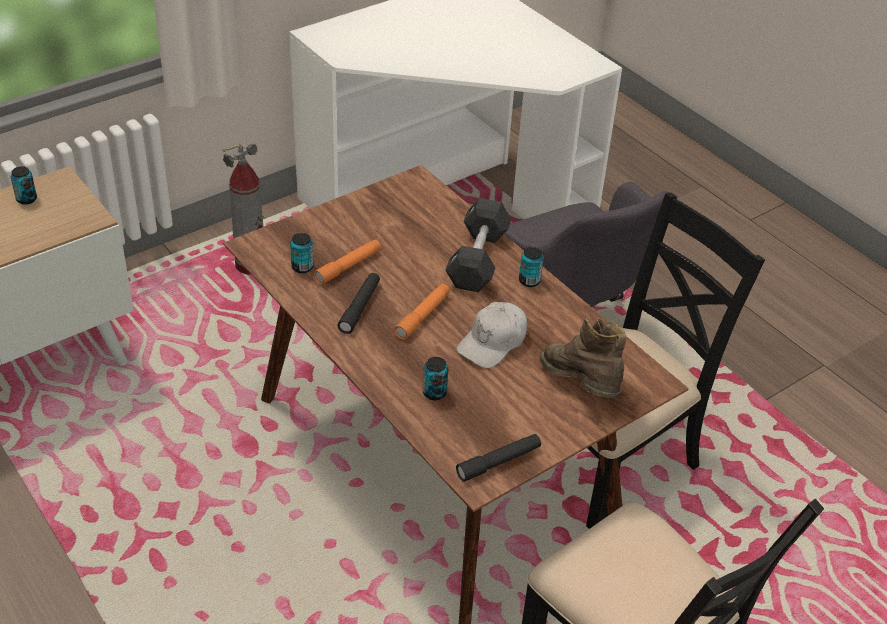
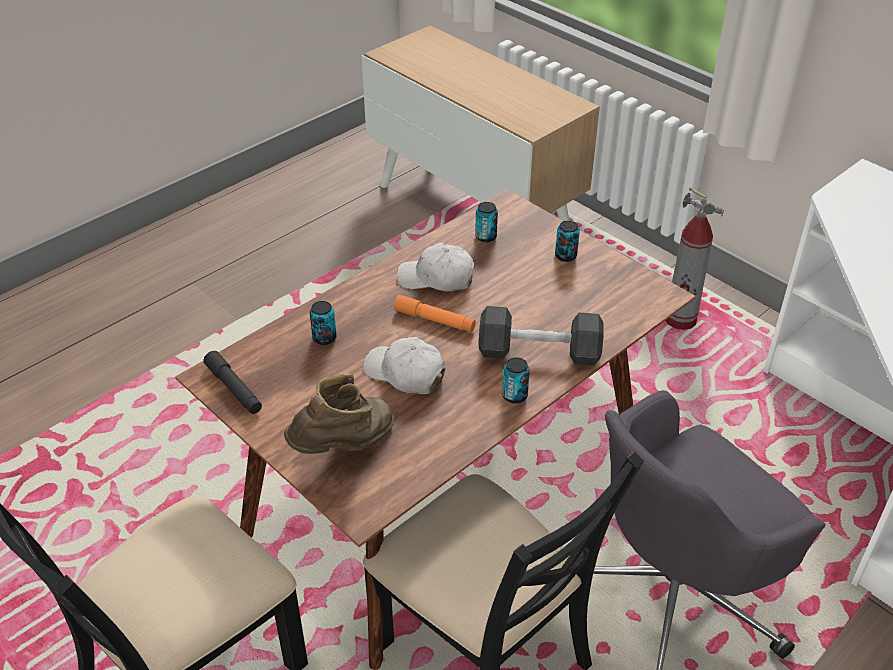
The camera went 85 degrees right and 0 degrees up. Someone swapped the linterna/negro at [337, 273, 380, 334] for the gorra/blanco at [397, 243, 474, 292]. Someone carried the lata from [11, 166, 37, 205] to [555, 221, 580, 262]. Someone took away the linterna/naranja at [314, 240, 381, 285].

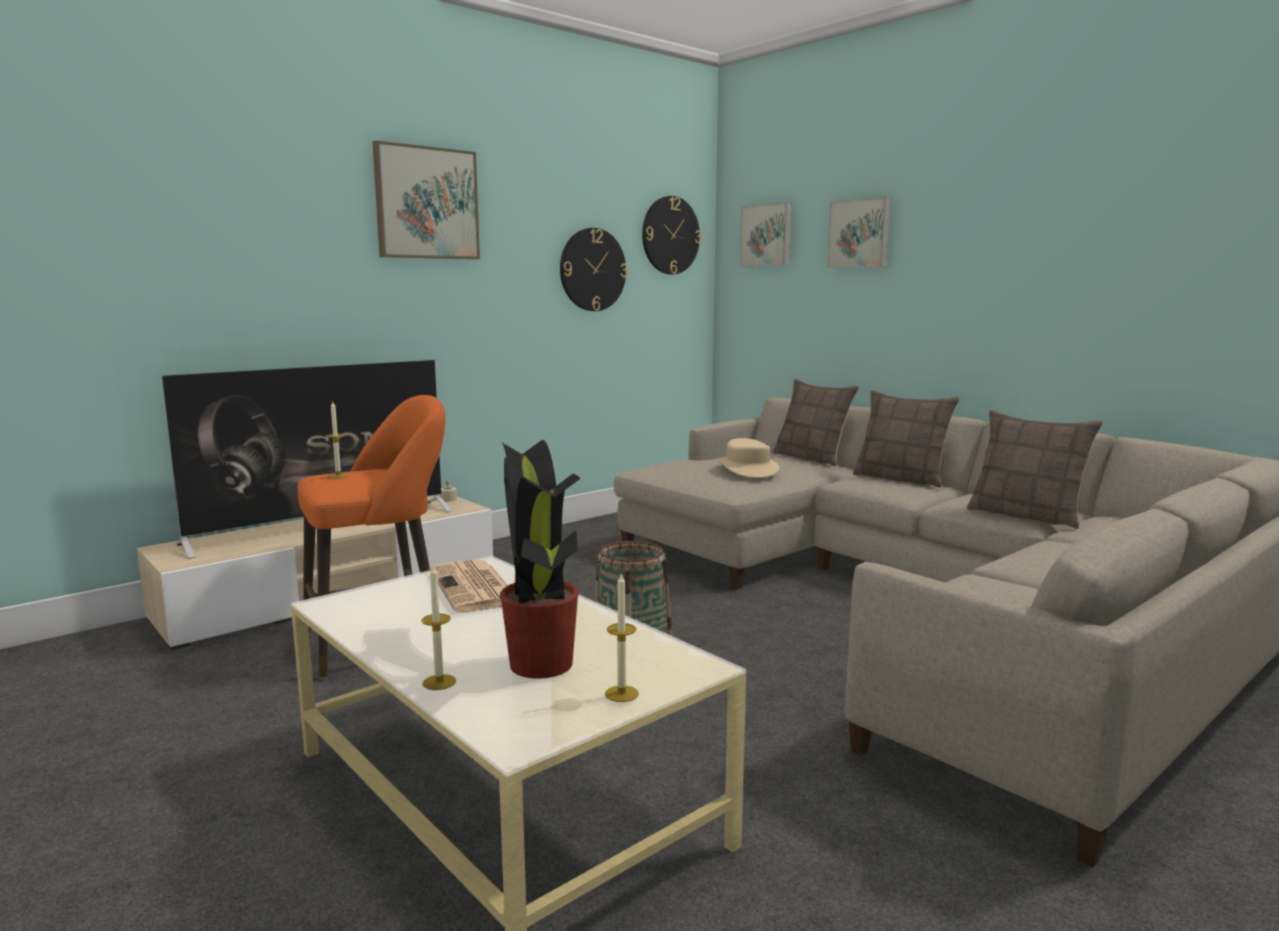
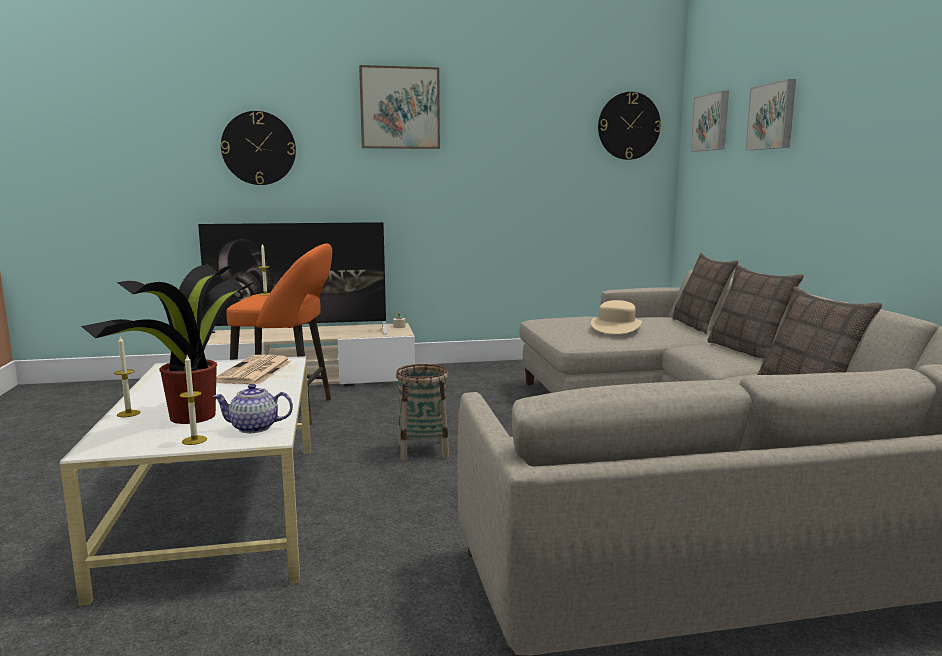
The camera went 30 degrees right and 0 degrees up. Someone put down the tetera at [212, 384, 293, 433]. Someone carried the reloj de pared from [560, 228, 627, 311] to [221, 111, 296, 185].

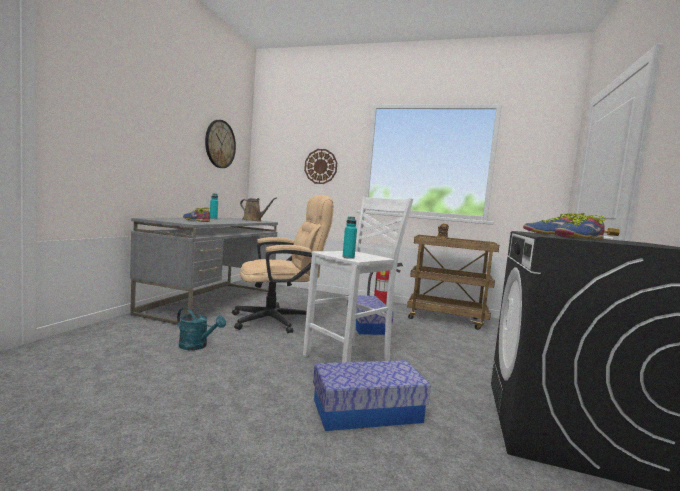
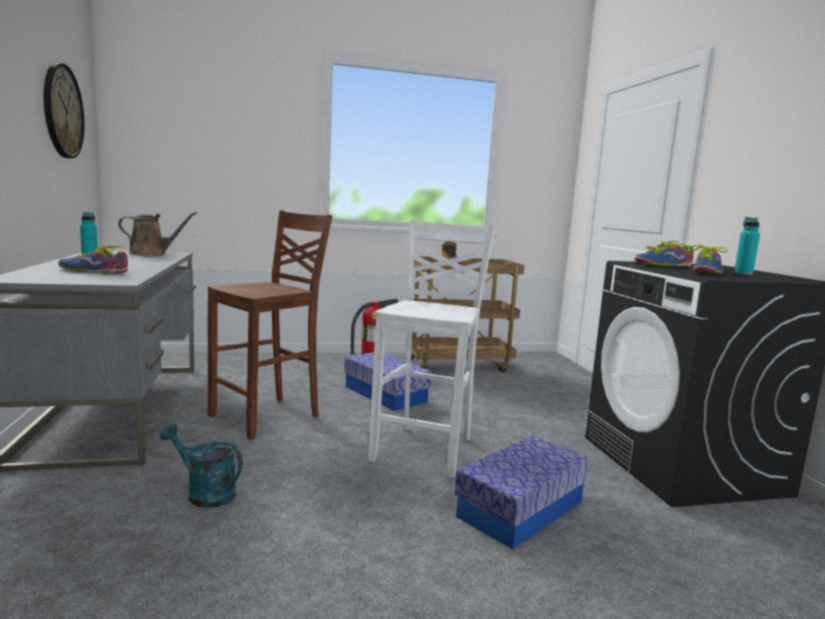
The camera went 30 degrees left and 5 degrees up. Someone rotated the regadera/turquesa at [177, 308, 226, 350] by 150 degrees counterclockwise. Someone swapped the silla de oficina/beis at [232, 195, 334, 333] for the taburete/marrón at [208, 210, 332, 440]. Someone carried the botella/turquesa from [343, 216, 357, 259] to [734, 217, 760, 275]. Someone took away the reloj de pared at [304, 149, 337, 184].

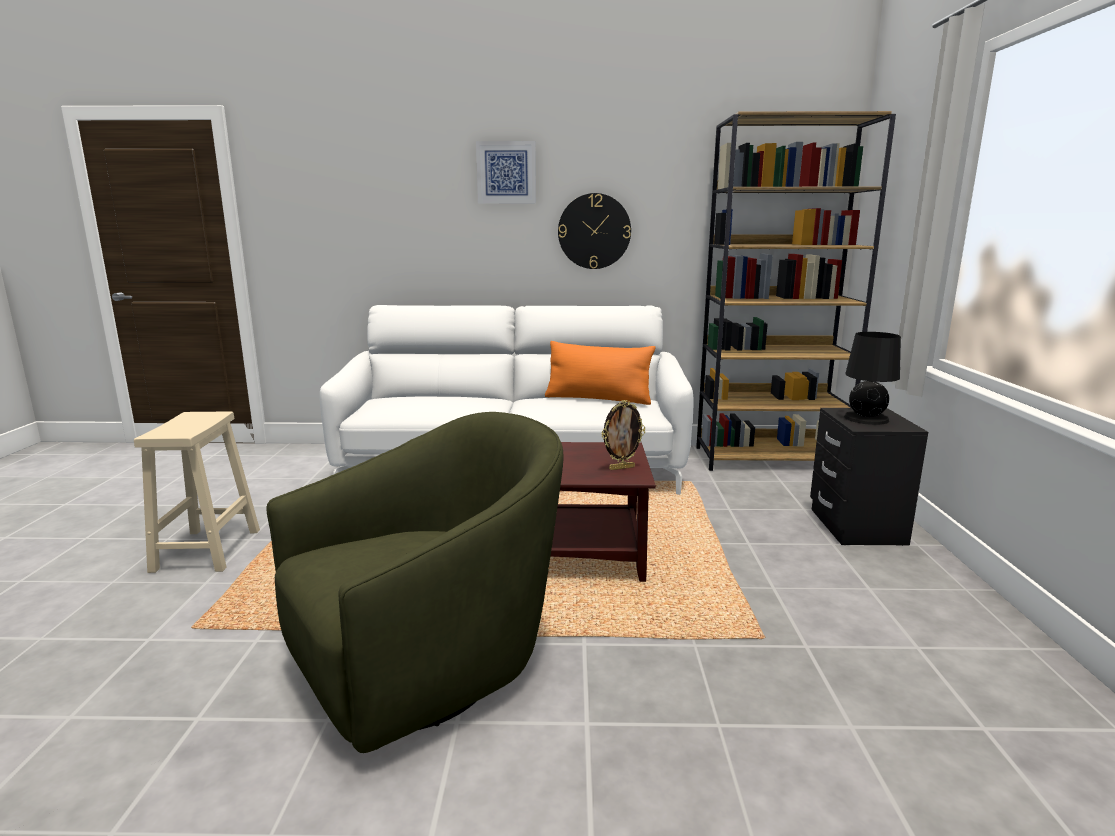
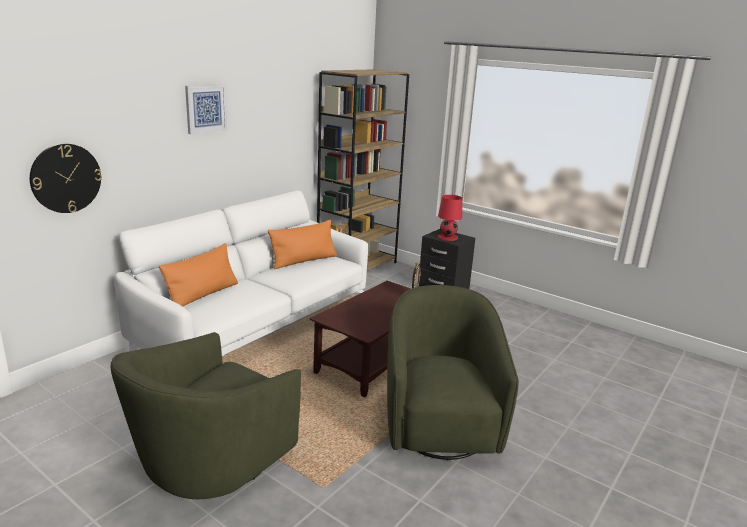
The camera went 55 degrees left and 5 degrees up. Someone carried the reloj de pared from [558, 193, 631, 269] to [30, 143, 102, 213]. Someone swapped the taburete/beis at [134, 412, 260, 573] for the sillón/verde at [110, 332, 301, 499]. Someone put down the cojín/naranja at [159, 243, 238, 306]. Someone repainted the lámpara de mesa/negro at [844, 332, 901, 425], which became the lámpara de mesa/rojo at [438, 195, 462, 241].

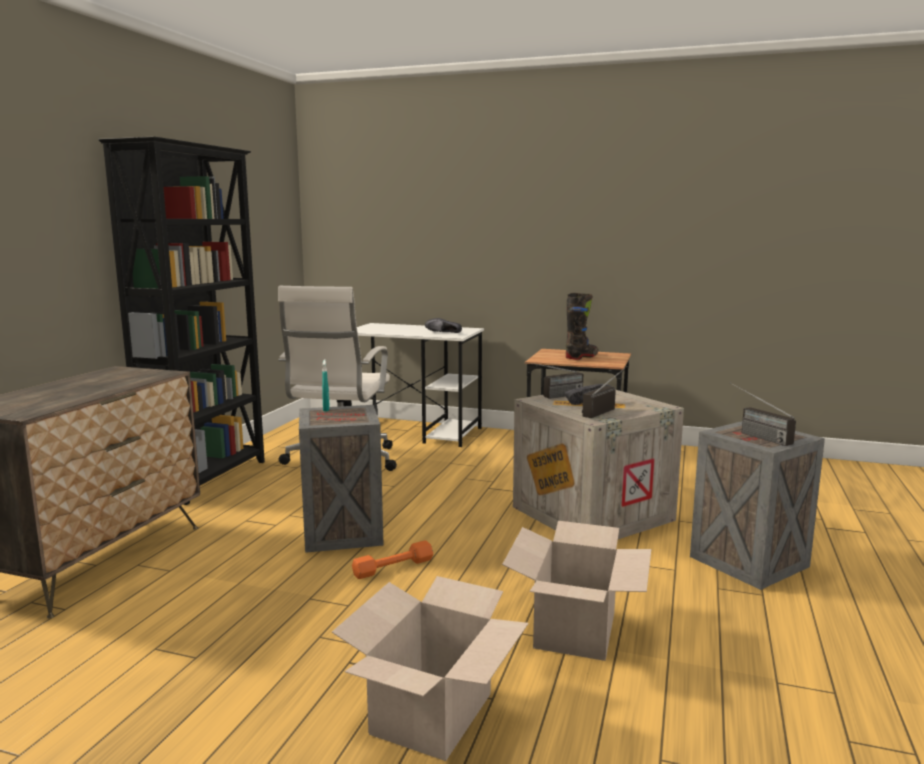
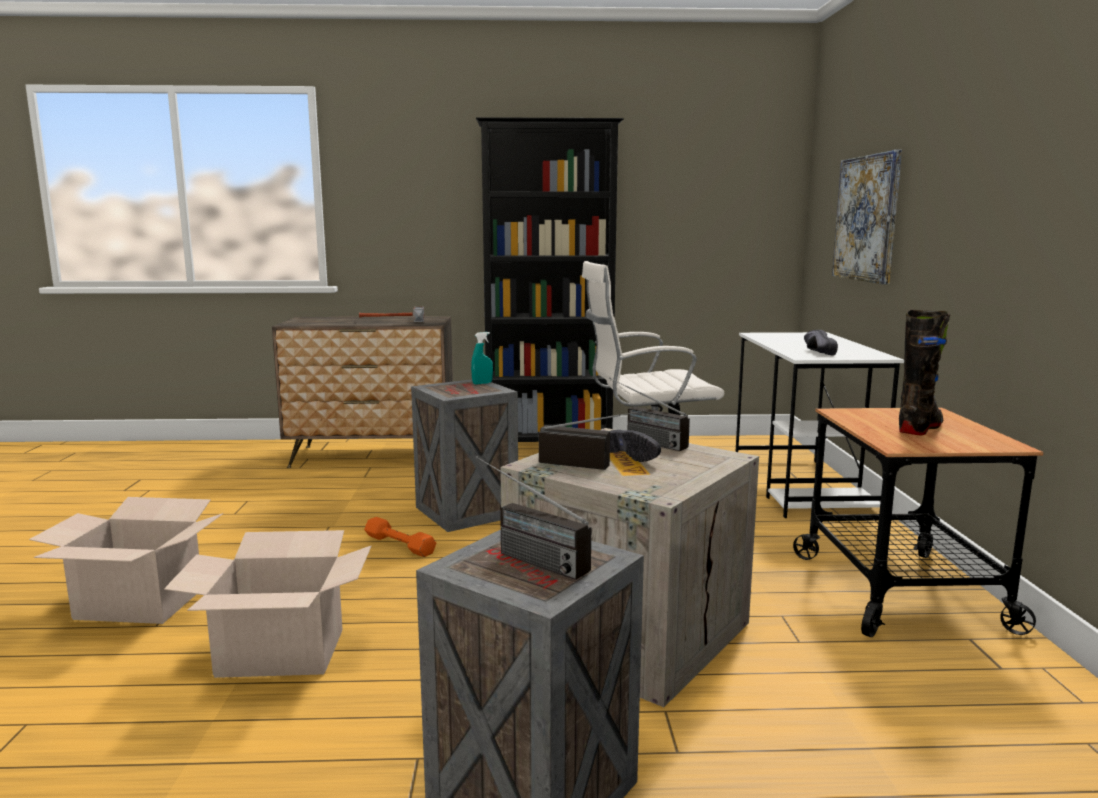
The camera went 70 degrees right and 0 degrees up. Someone put down the martillo at [359, 307, 424, 322]. Someone rotated the radio at [730, 382, 796, 446] by 90 degrees counterclockwise. Someone put up the cuadro at [832, 150, 902, 284]. Someone rotated the bota/negro at [566, 293, 599, 360] by 75 degrees counterclockwise.

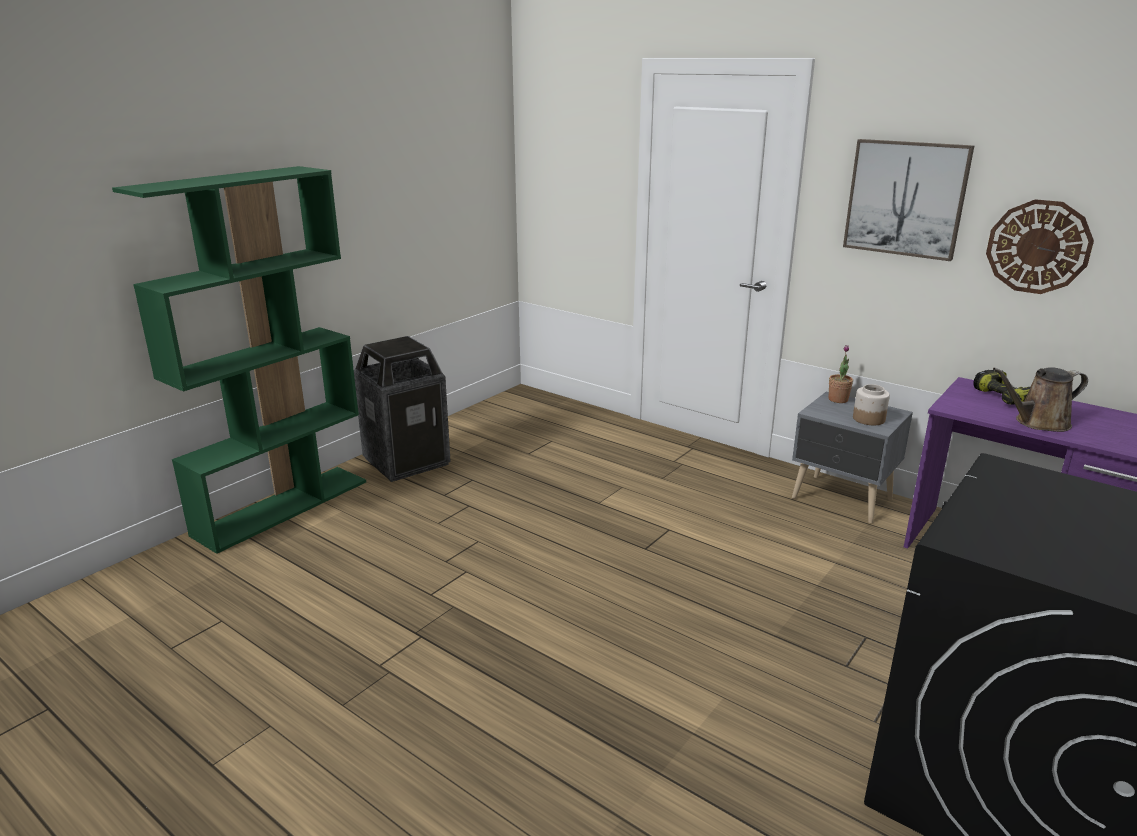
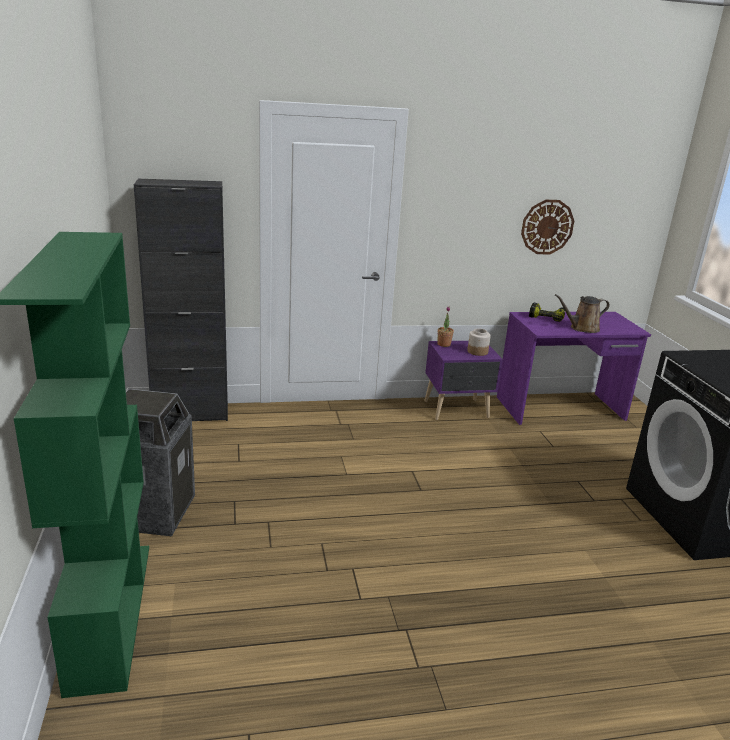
The camera went 50 degrees left and 0 degrees up. Someone put down the armario/negro at [134, 179, 228, 421]. Someone repainted the mesita de noche/gris at [792, 392, 913, 523], which became the mesita de noche/morado at [424, 341, 503, 420]. Someone rotated the regadera/marrón at [993, 367, 1088, 432] by 45 degrees clockwise. Someone took away the cuadro at [843, 139, 974, 261].

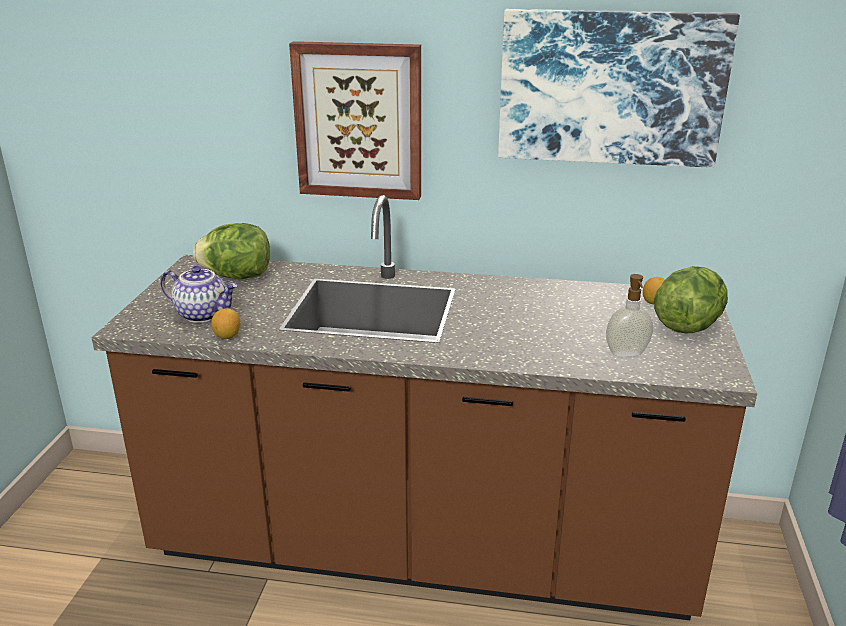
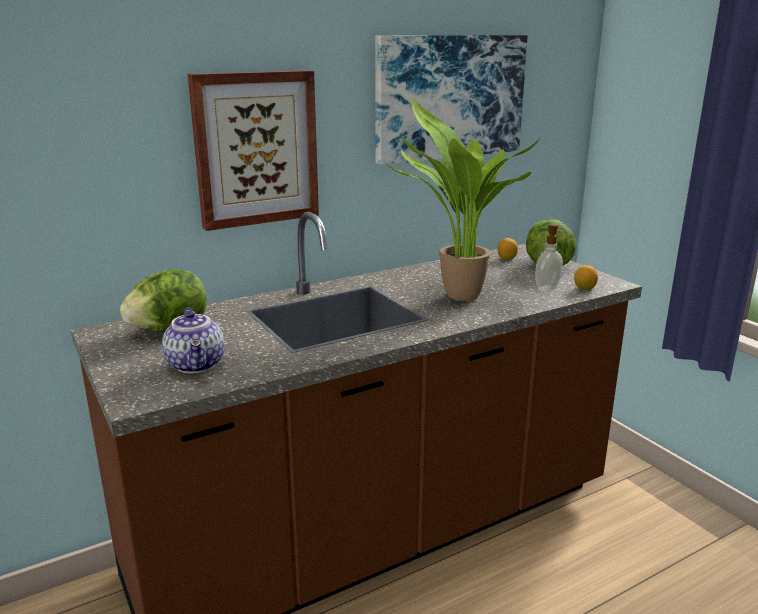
The camera went 40 degrees left and 5 degrees down. Someone rotated the tetera at [160, 266, 238, 323] by 90 degrees clockwise. Someone put down the planta en maceta at [387, 99, 541, 301]. Someone carried the limón from [211, 308, 240, 339] to [574, 265, 598, 290].

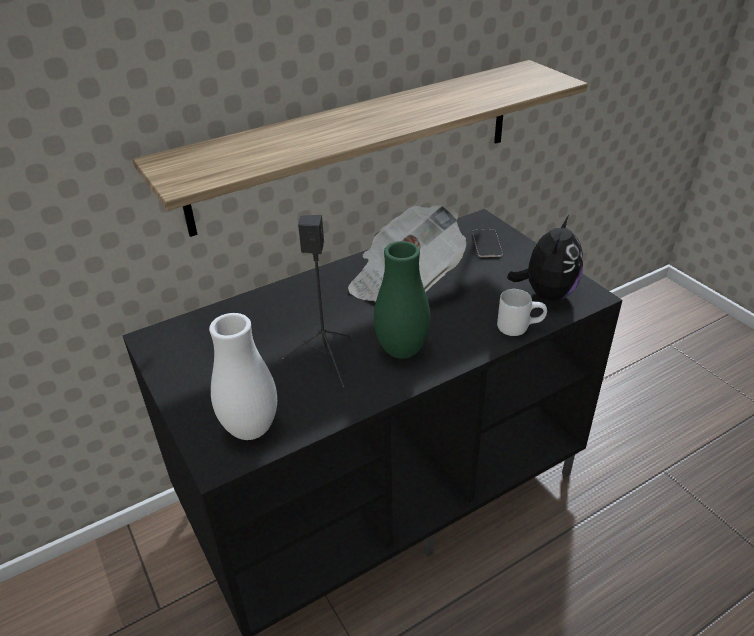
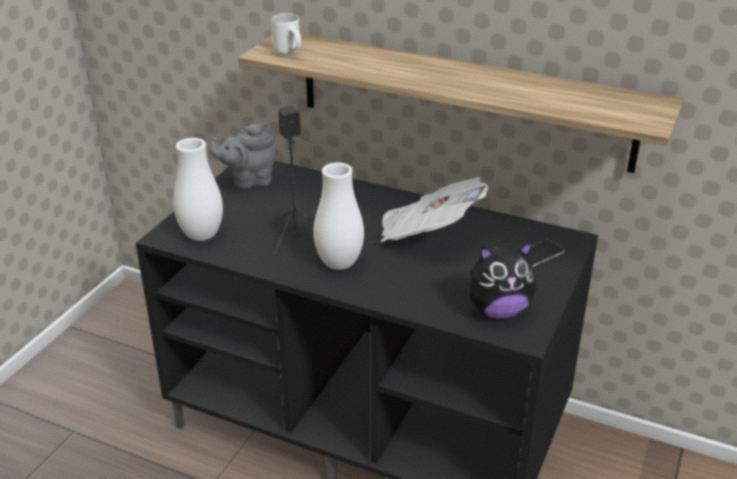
The camera went 55 degrees right and 5 degrees down. Someone put down the tetera/gris at [209, 123, 277, 189]. Someone carried the taza grande/blanco from [497, 289, 547, 336] to [272, 13, 301, 55]. Someone repainted the florero/verde at [374, 241, 431, 359], which became the florero/blanco at [313, 162, 364, 270].

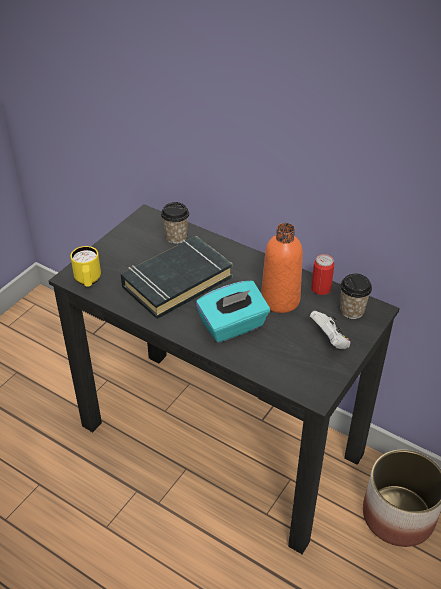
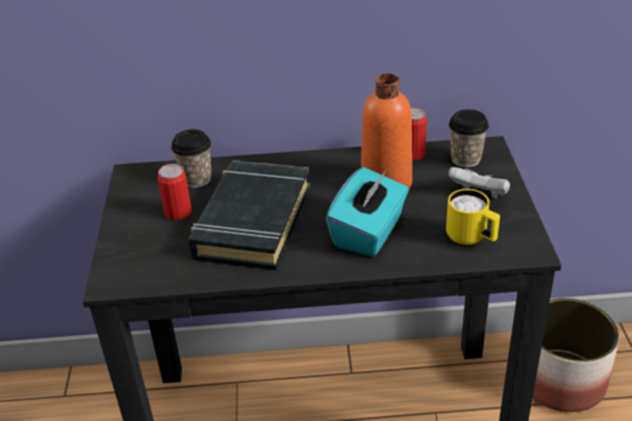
The camera went 35 degrees left and 5 degrees down. Someone put down the lata at [158, 164, 192, 221]. Someone carried the taza grande/amarillo from [70, 246, 101, 287] to [446, 189, 500, 247].

